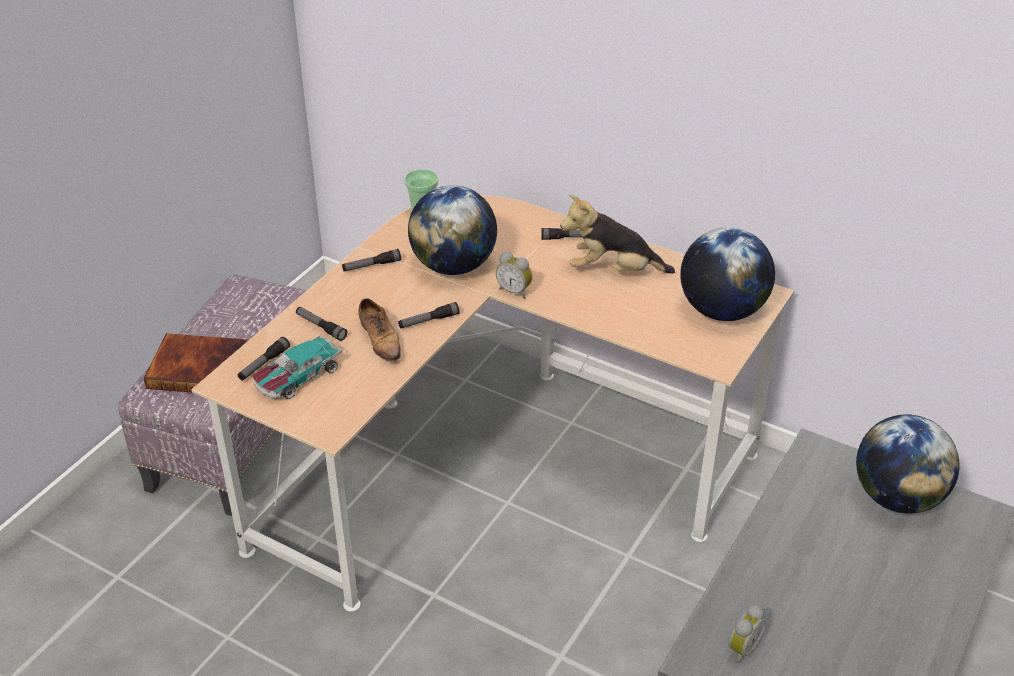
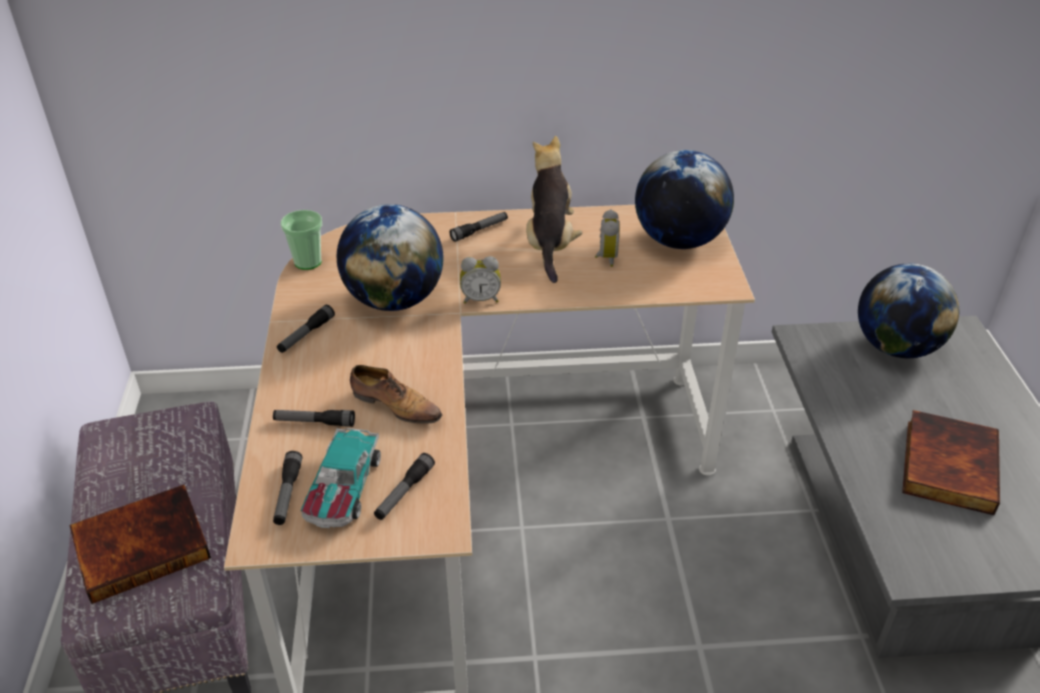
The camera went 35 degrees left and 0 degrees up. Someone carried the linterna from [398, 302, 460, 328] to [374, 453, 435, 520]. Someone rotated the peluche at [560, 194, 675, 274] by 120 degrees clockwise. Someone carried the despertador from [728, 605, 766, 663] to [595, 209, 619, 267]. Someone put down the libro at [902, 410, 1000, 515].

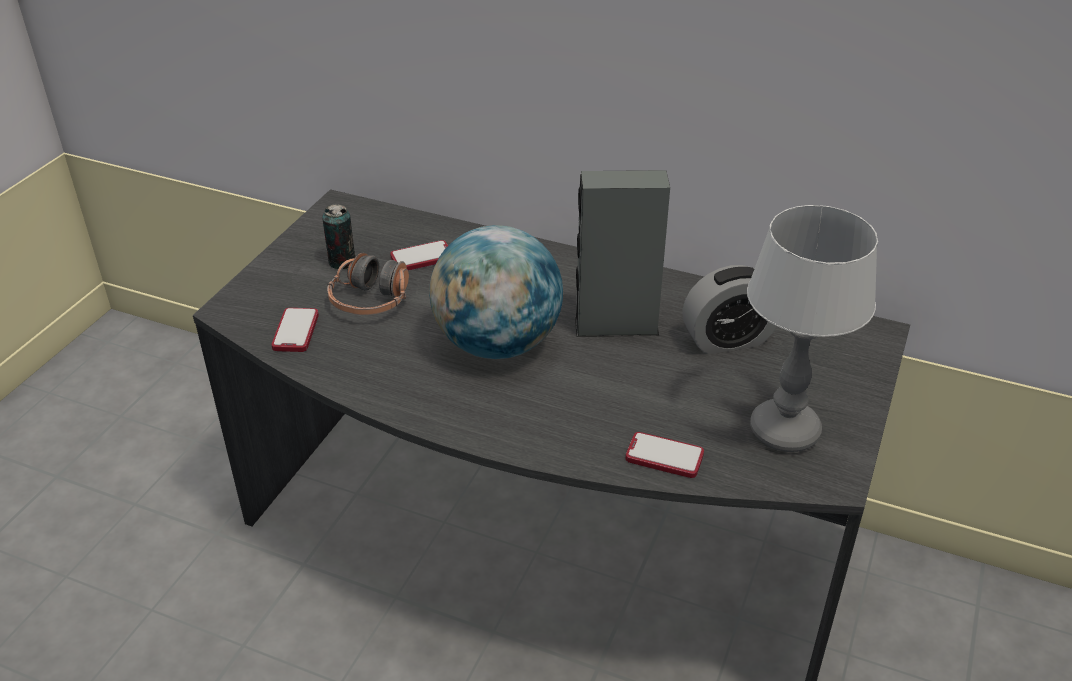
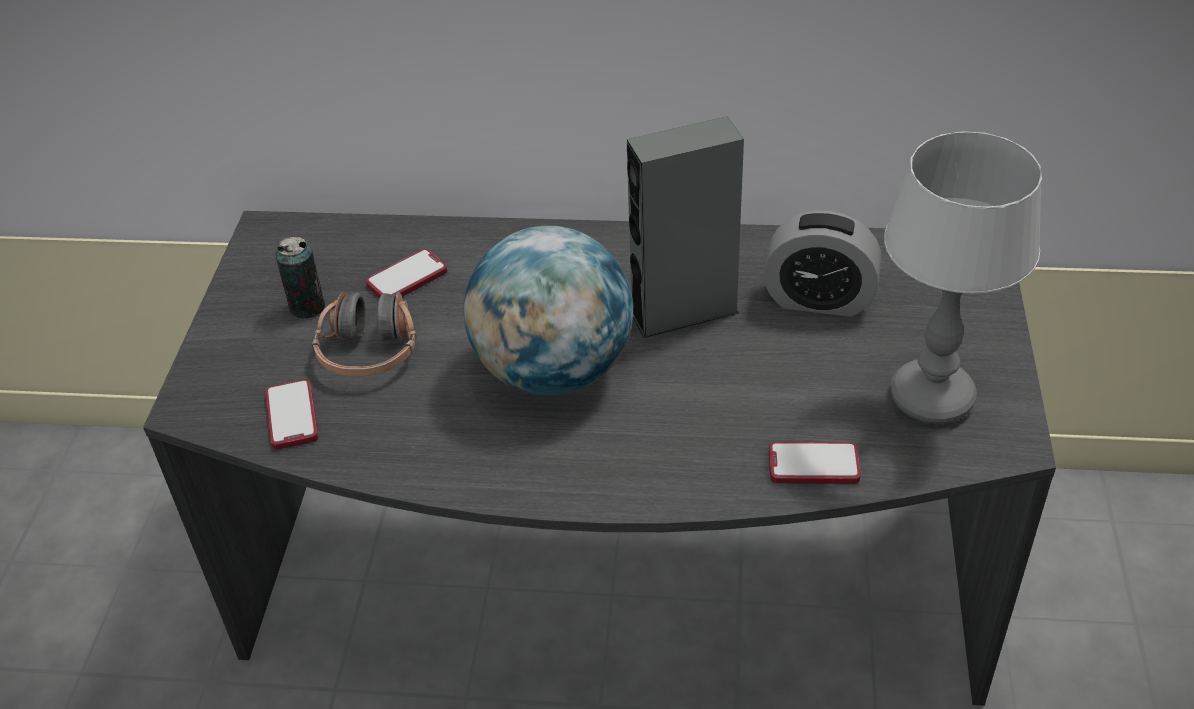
The camera went 15 degrees left and 5 degrees up. Someone rotated the despertador at [682, 265, 777, 354] by 45 degrees clockwise.

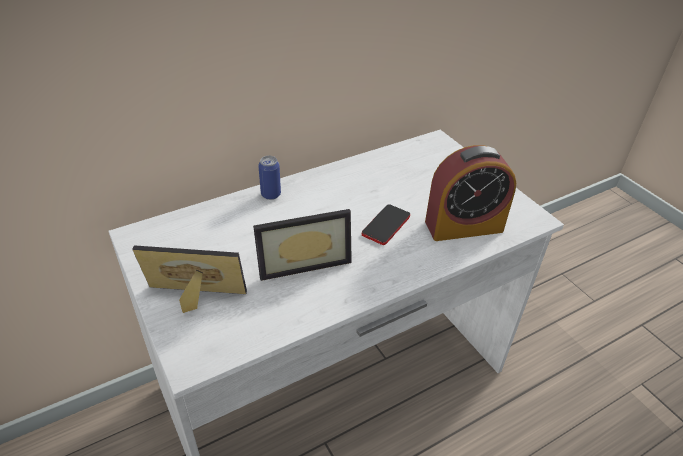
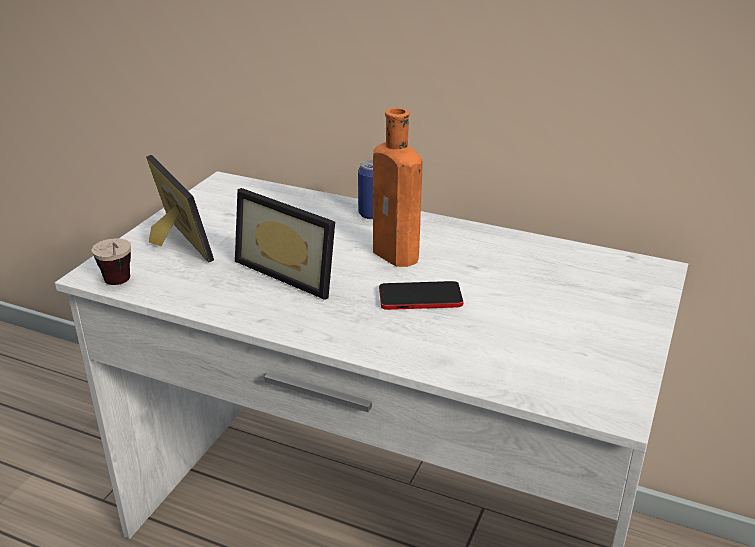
The camera went 55 degrees right and 10 degrees down. Someone put down the taza at [92, 238, 131, 285]. Someone put down the botella/naranja at [373, 108, 422, 267]. Someone took away the despertador at [425, 145, 516, 241].

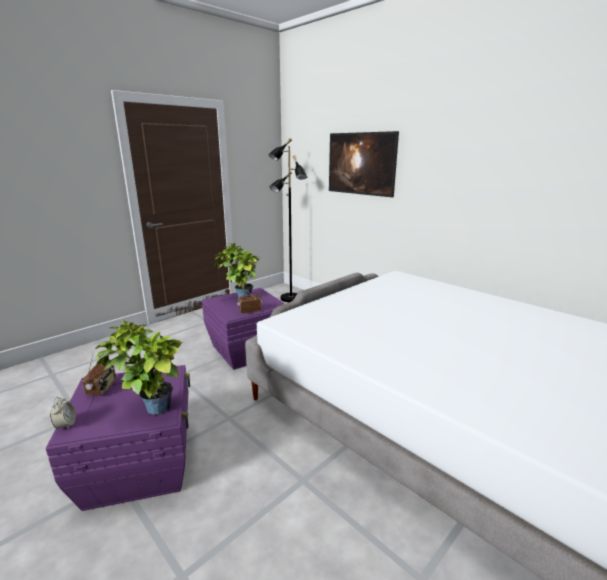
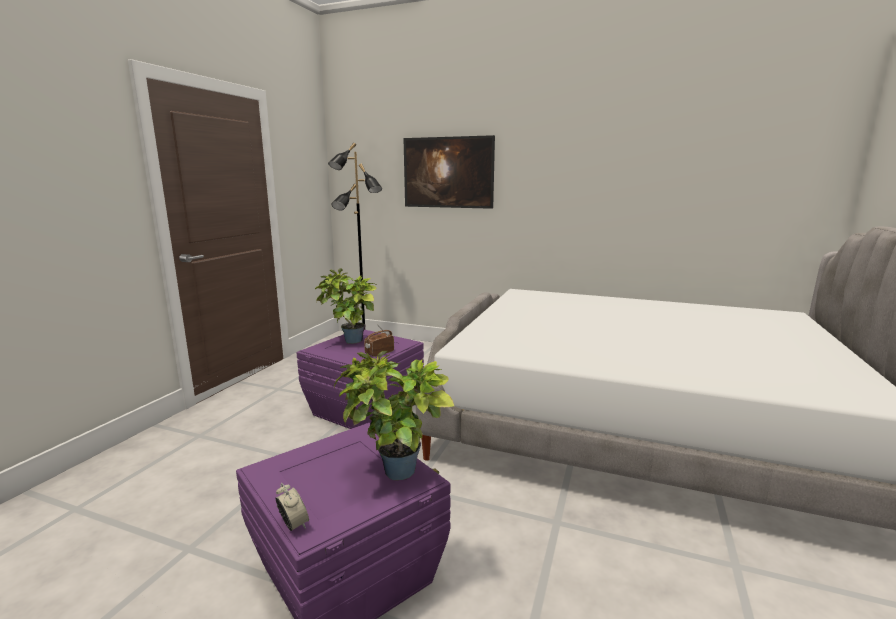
The camera went 25 degrees left and 5 degrees down. Someone took away the radio at [82, 355, 116, 396].

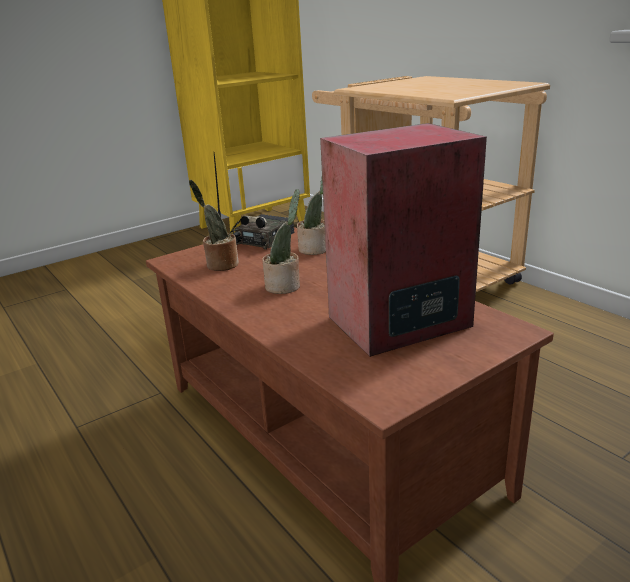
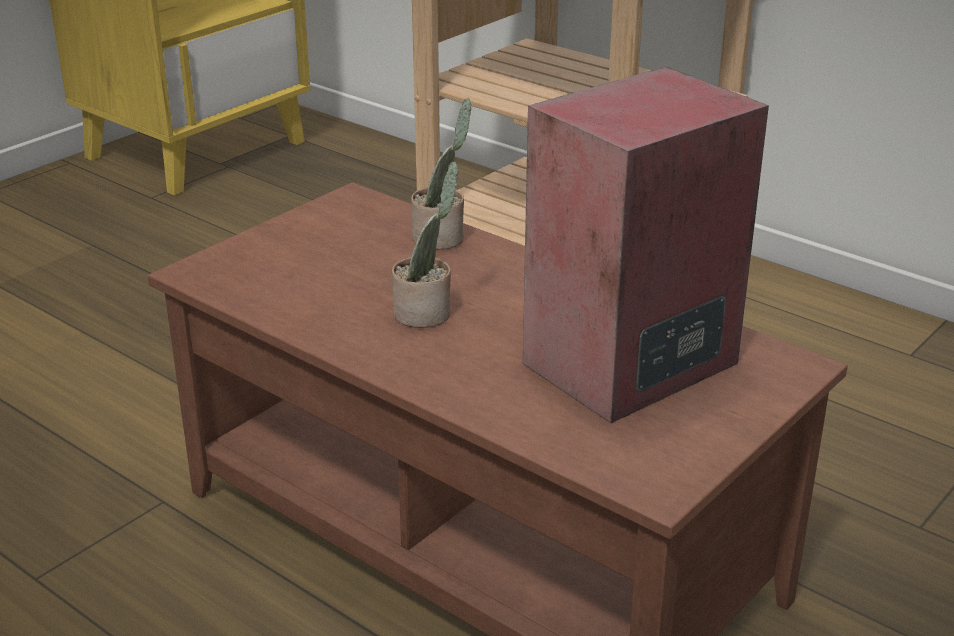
The camera went 15 degrees left and 5 degrees up. Someone took away the planta en maceta at [189, 180, 239, 271]. Someone took away the radio at [214, 153, 294, 250].

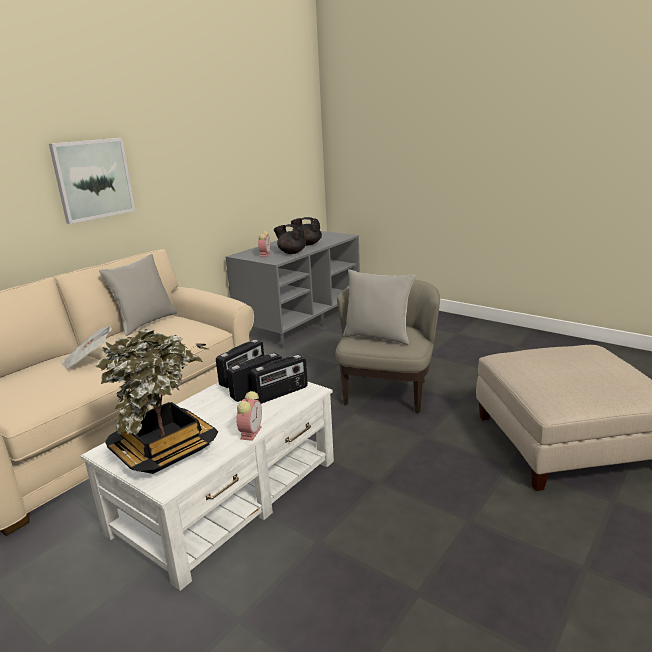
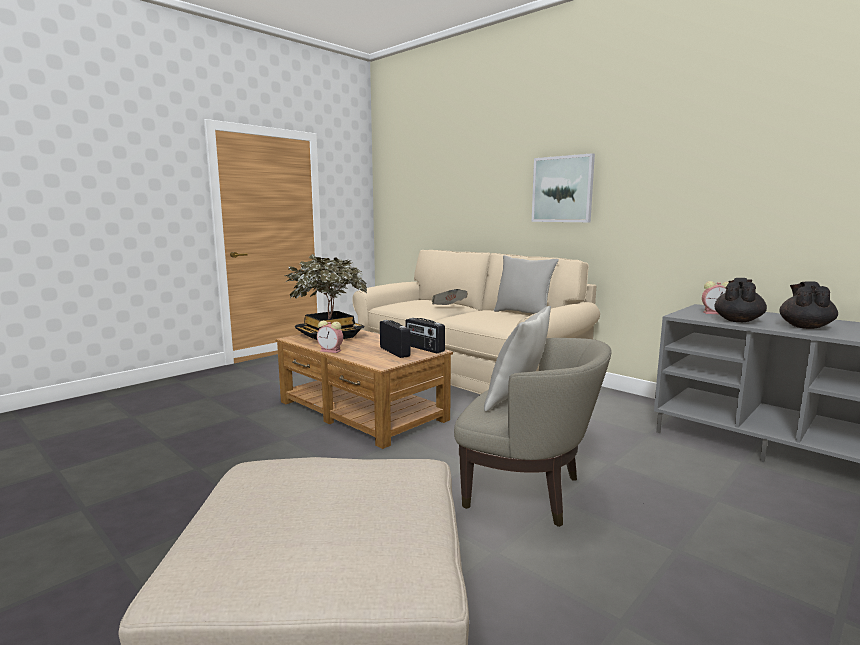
The camera went 95 degrees right and 10 degrees down. Someone repainted the mesa de centro/blanco at [81, 382, 334, 591], which became the mesa de centro/marrón at [275, 330, 453, 449]. Someone took away the radio at [250, 354, 308, 404].

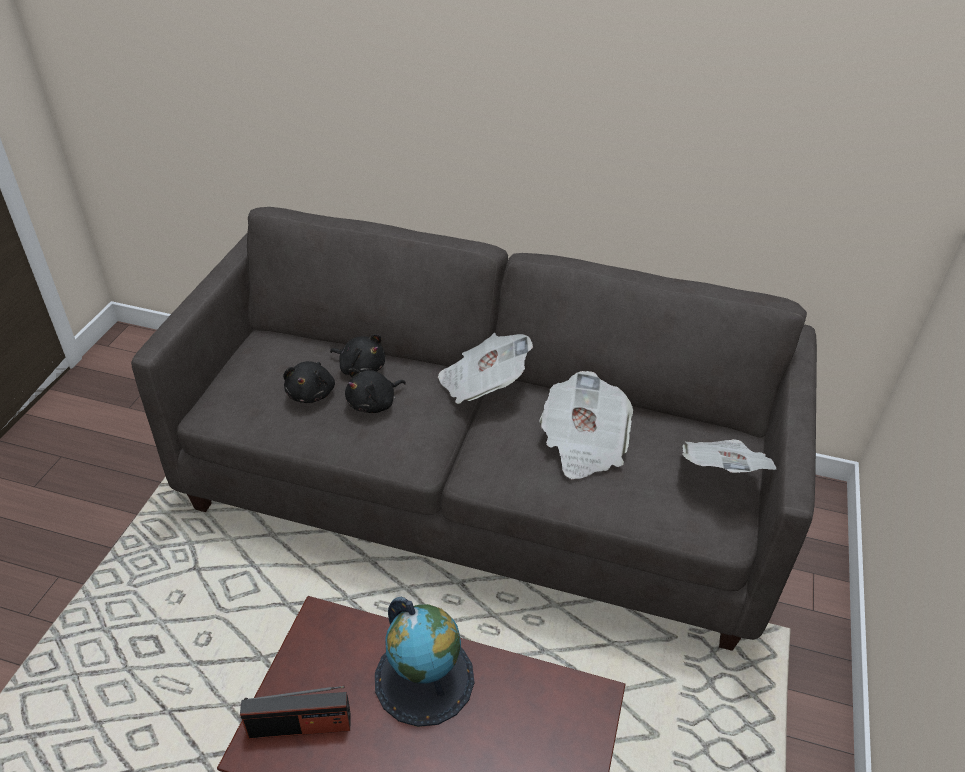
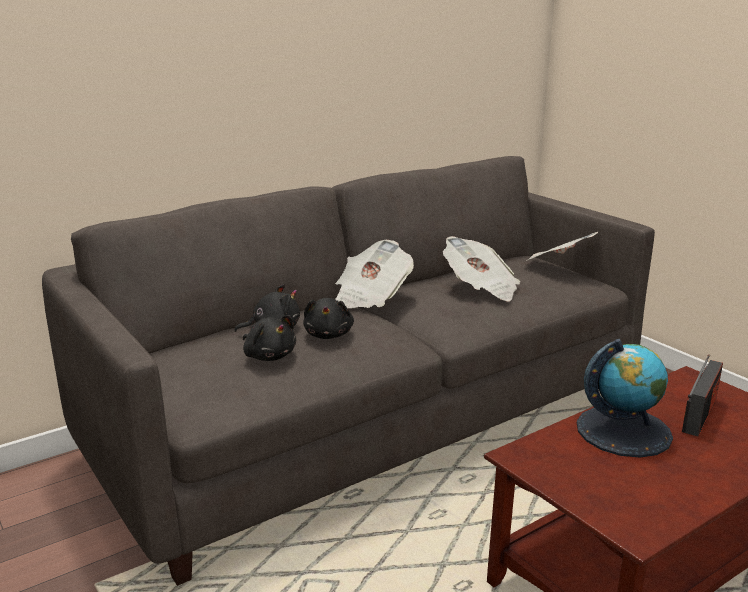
The camera went 50 degrees left and 20 degrees down. Someone carried the radio from [240, 685, 351, 739] to [682, 354, 723, 437].

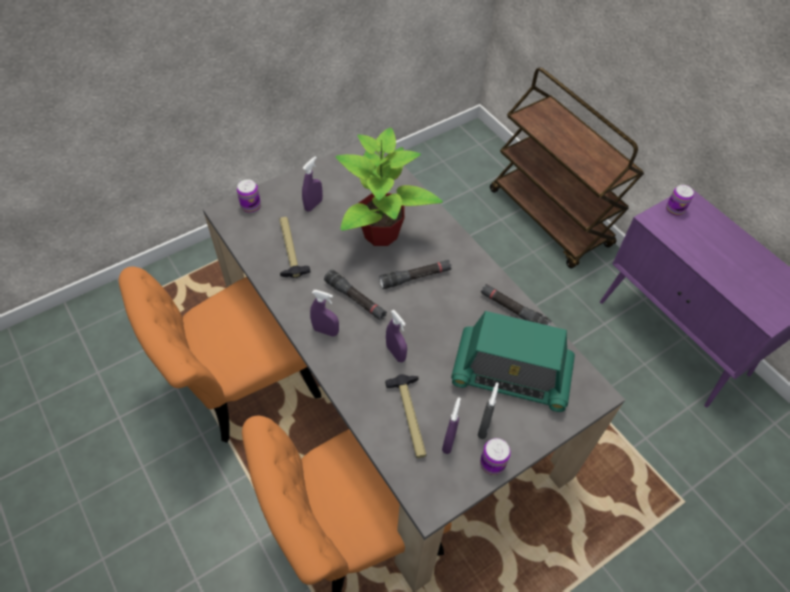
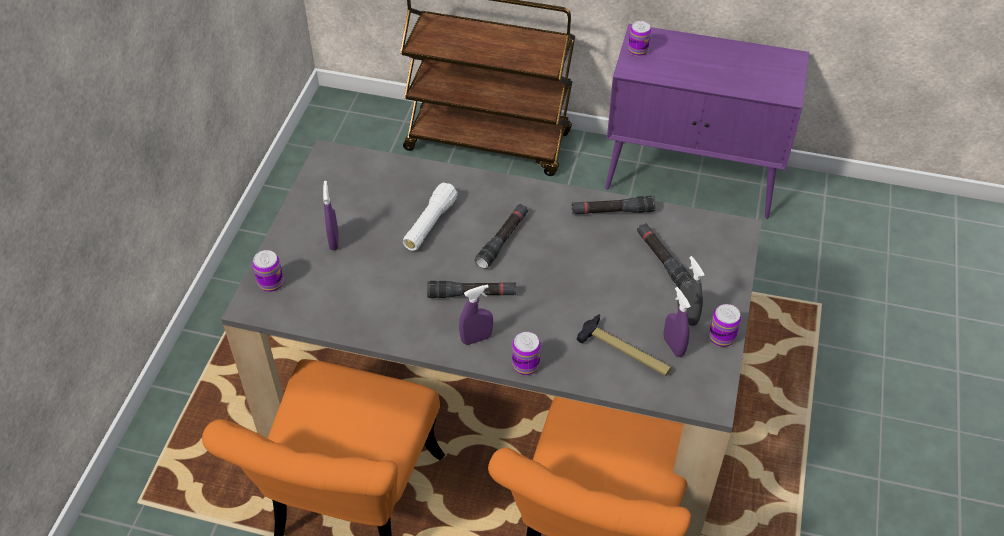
The camera went 40 degrees left and 5 degrees down. Someone swapped the planta en maceta at [335, 127, 443, 246] for the linterna/blanco at [403, 183, 458, 251]. Someone put down the lata at [512, 332, 541, 375]. Someone swapped the radio at [451, 311, 575, 412] for the linterna/negro at [637, 223, 692, 289]. Someone took away the martillo at [279, 217, 310, 278]. Someone took away the pulverizador/morado at [386, 310, 407, 362].

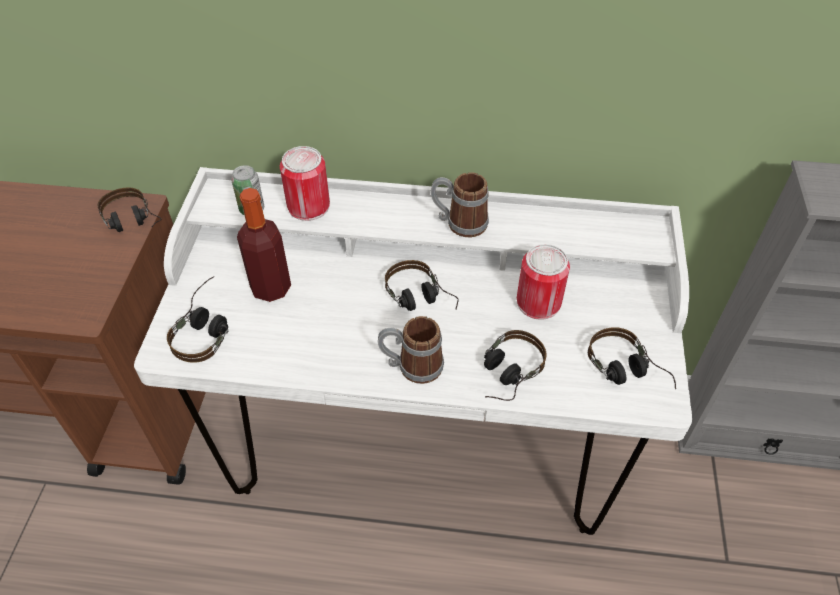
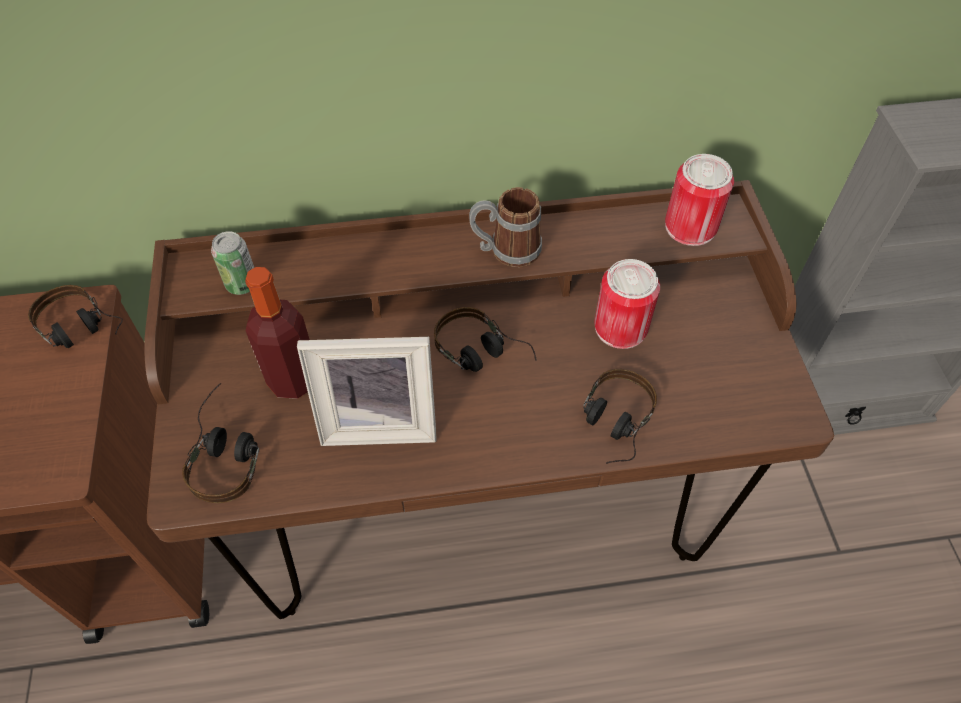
The camera went 15 degrees left and 5 degrees up. Someone repainted the escritorio/blanco at [134, 167, 692, 535], which became the escritorio/marrón at [144, 180, 834, 619]. Someone put down the portarretratos at [297, 337, 436, 446]. Someone carried the lata from [280, 146, 330, 221] to [665, 154, 734, 246]. Someone took away the taza grande at [378, 316, 444, 384]. Someone took away the auriculares at [588, 327, 676, 389].

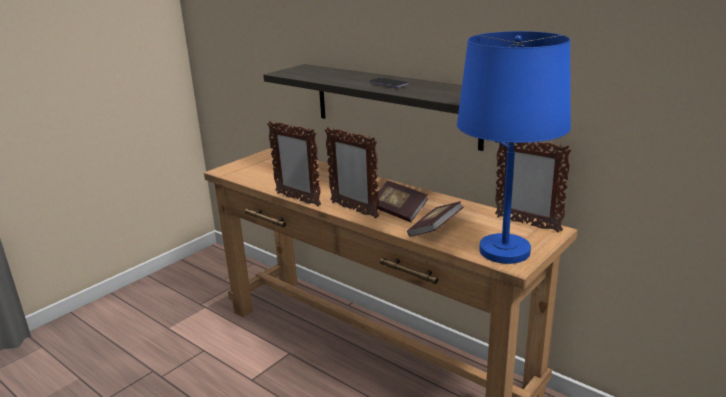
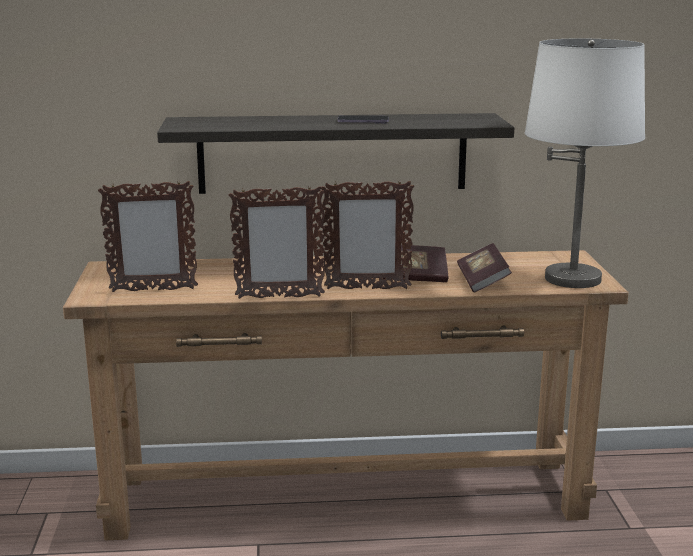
The camera went 45 degrees left and 5 degrees down. Someone carried the portarretratos from [495, 142, 572, 232] to [98, 180, 198, 292]. Someone repainted the lámpara de mesa/azul at [457, 31, 571, 264], which became the lámpara de mesa/blanco at [525, 38, 645, 288].

